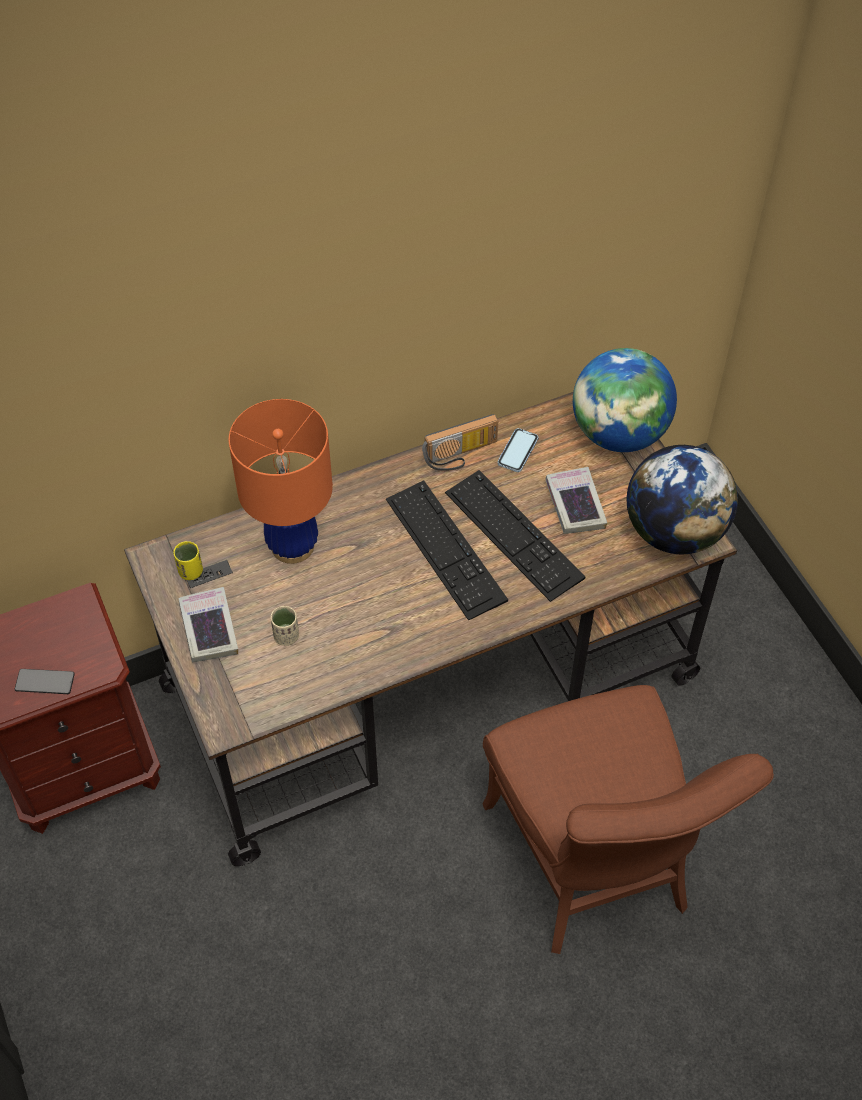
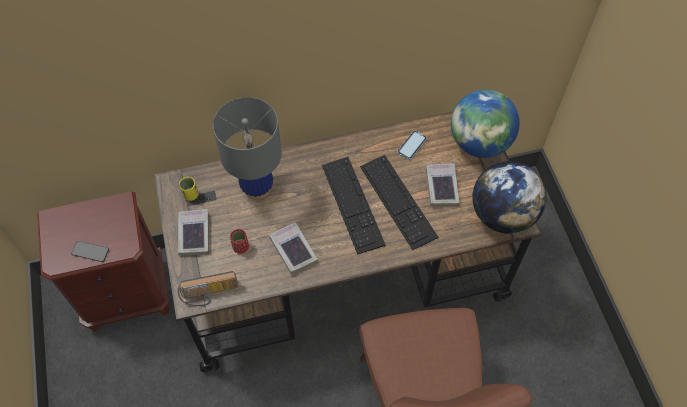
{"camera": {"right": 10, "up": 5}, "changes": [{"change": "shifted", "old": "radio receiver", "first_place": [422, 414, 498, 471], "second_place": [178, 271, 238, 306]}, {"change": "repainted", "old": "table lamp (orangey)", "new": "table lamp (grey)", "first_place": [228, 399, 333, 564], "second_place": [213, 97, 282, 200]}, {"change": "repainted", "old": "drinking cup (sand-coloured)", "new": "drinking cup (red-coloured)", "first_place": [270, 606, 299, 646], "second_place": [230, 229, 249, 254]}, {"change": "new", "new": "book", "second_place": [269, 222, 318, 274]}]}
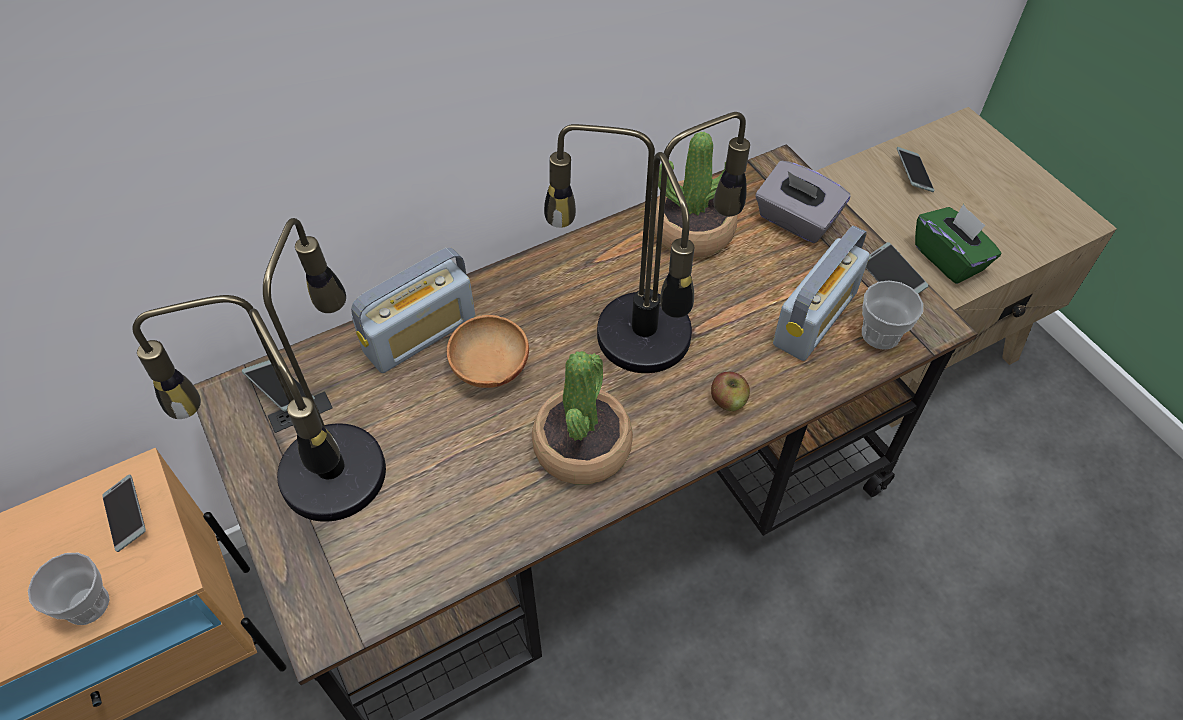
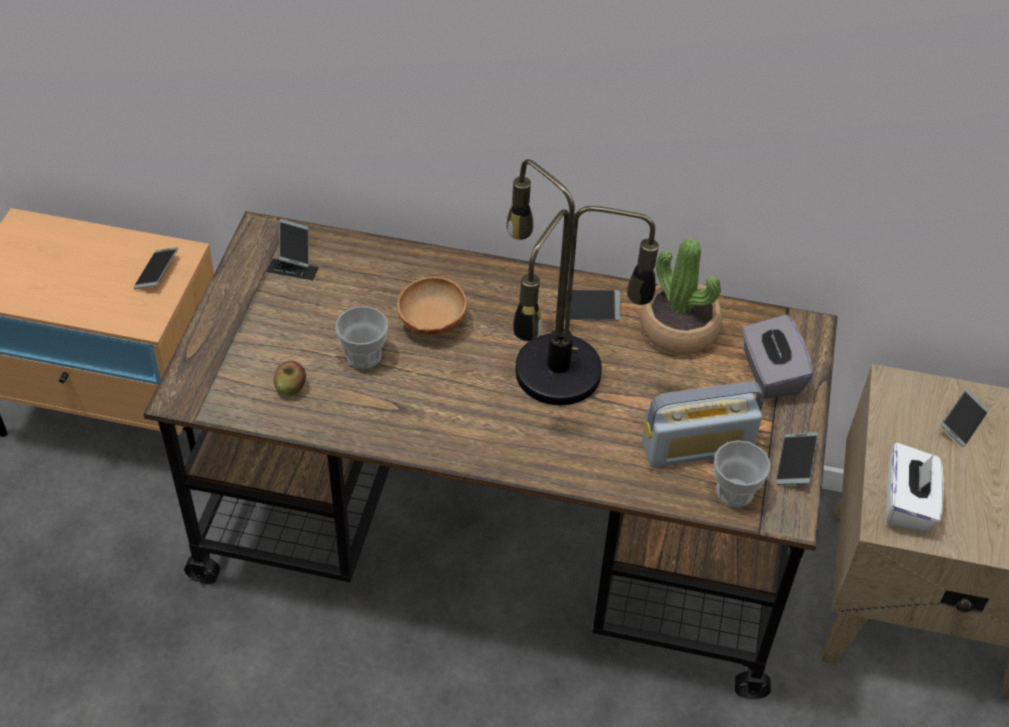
{"camera": {"right": 40, "up": -5}, "changes": [{"change": "shifted", "old": "apple fruit", "first_place": [711, 372, 750, 411], "second_place": [274, 361, 306, 396]}, {"change": "shifted", "old": "drinking cup", "first_place": [28, 553, 110, 625], "second_place": [336, 306, 388, 369]}, {"change": "new", "new": "phone", "second_place": [564, 289, 620, 320]}, {"change": "repainted", "old": "tissue holder (green)", "new": "tissue holder (whitish)", "first_place": [915, 204, 1001, 284], "second_place": [886, 443, 944, 531]}, {"change": "gone", "old": "table lamp", "first_place": [132, 218, 386, 522]}, {"change": "gone", "old": "radio receiver", "first_place": [351, 247, 475, 373]}, {"change": "gone", "old": "potted plant", "first_place": [532, 351, 633, 484]}]}
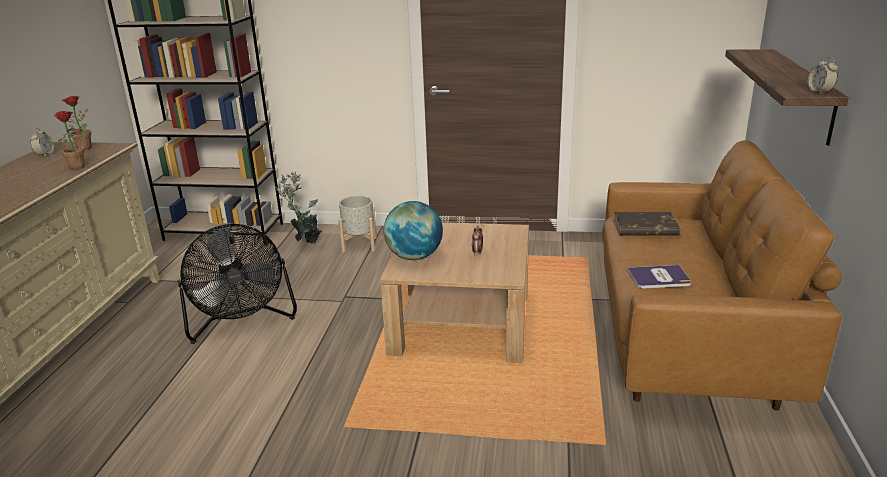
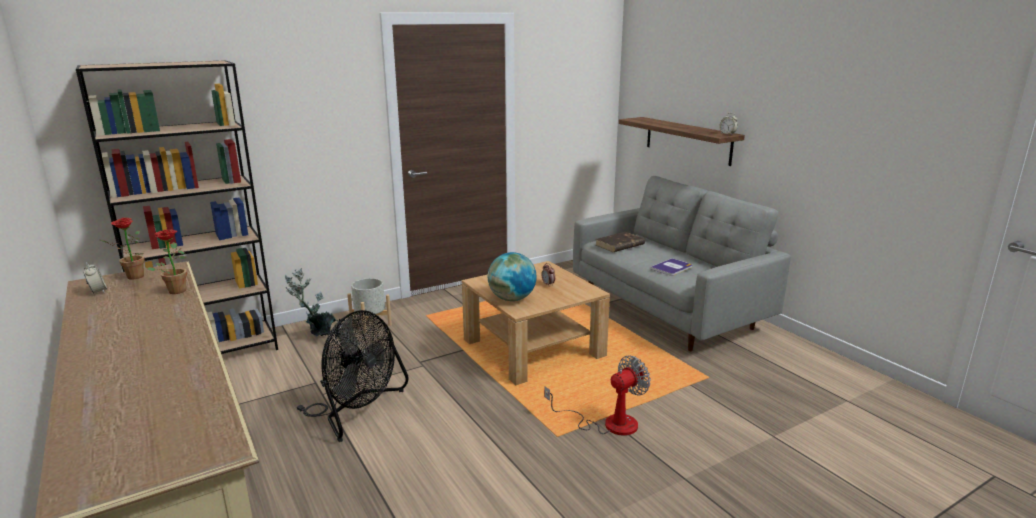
{"camera": {"right": -40, "up": -5}, "changes": [{"change": "new", "new": "fan", "second_place": [544, 355, 651, 436]}, {"change": "repainted", "old": "settee (brown)", "new": "settee (grey)", "first_place": [602, 140, 842, 411], "second_place": [573, 176, 791, 351]}]}
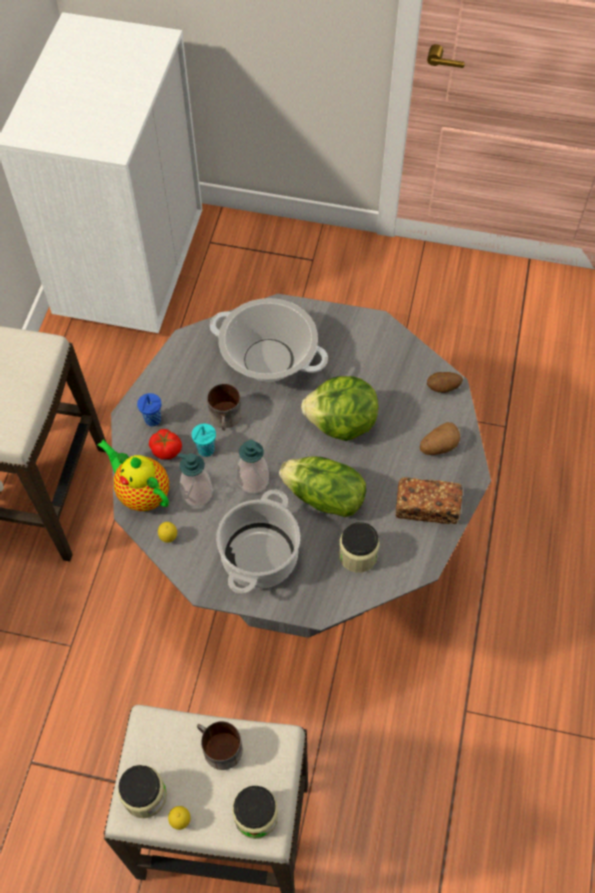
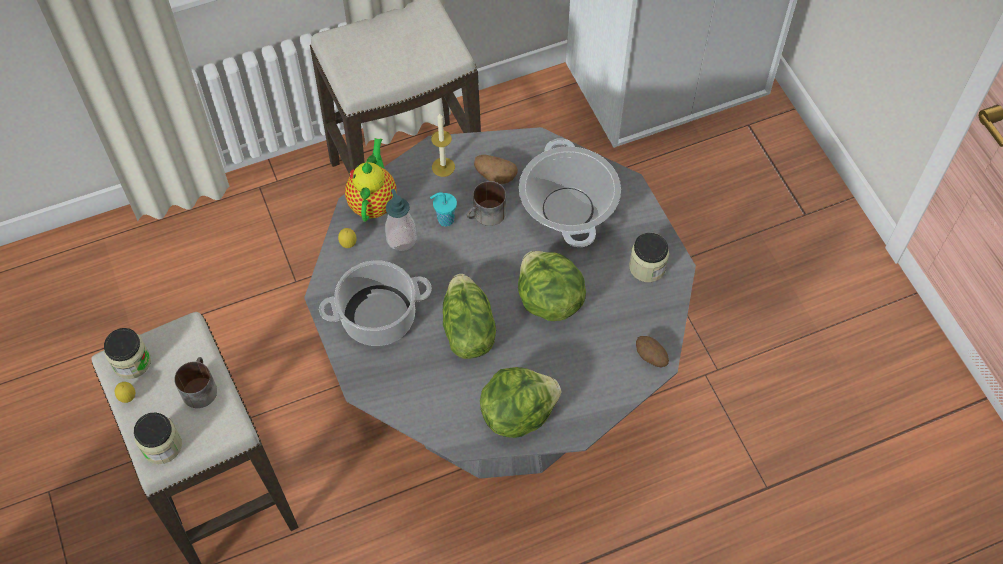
{"camera": {"right": 55, "up": 0}, "changes": [{"change": "swapped", "old": "drinking cup (bluish)", "new": "candle", "first_place": [137, 393, 161, 426], "second_place": [431, 114, 455, 177]}, {"change": "shifted", "old": "potato", "first_place": [420, 422, 460, 455], "second_place": [474, 154, 518, 184]}, {"change": "swapped", "old": "bread", "new": "lettuce head", "first_place": [396, 478, 463, 524], "second_place": [480, 367, 561, 438]}, {"change": "shifted", "old": "storage jar", "first_place": [339, 522, 379, 573], "second_place": [629, 233, 669, 282]}, {"change": "gone", "old": "whole tomato", "first_place": [149, 429, 182, 460]}, {"change": "gone", "old": "soap dispenser", "first_place": [237, 440, 269, 494]}]}
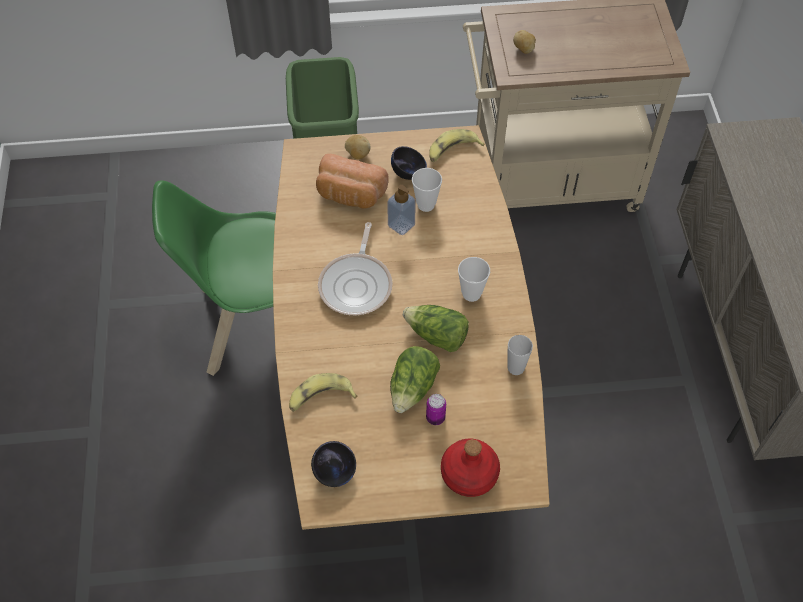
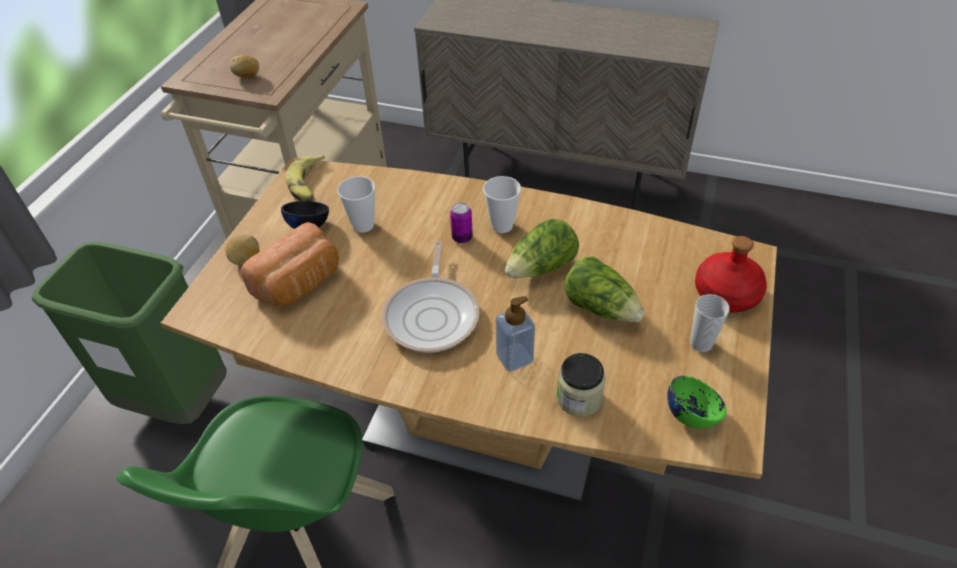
{"camera": {"right": -65, "up": -10}, "changes": [{"change": "rotated", "old": "skillet", "first_place": [318, 222, 392, 316], "second_place": [382, 241, 480, 353], "degrees": 60}, {"change": "shifted", "old": "sealed can", "first_place": [426, 394, 446, 425], "second_place": [450, 202, 473, 243]}, {"change": "shifted", "old": "soap dispenser", "first_place": [387, 185, 416, 235], "second_place": [496, 296, 535, 372]}, {"change": "swapped", "old": "banana fruit", "new": "storage jar", "first_place": [289, 373, 357, 412], "second_place": [557, 353, 605, 417]}, {"change": "repainted", "old": "serving bowl (black-coloured)", "new": "serving bowl (green)", "first_place": [311, 441, 356, 487], "second_place": [667, 376, 726, 429]}, {"change": "shifted", "old": "drinking cup", "first_place": [507, 335, 533, 375], "second_place": [690, 294, 730, 352]}]}
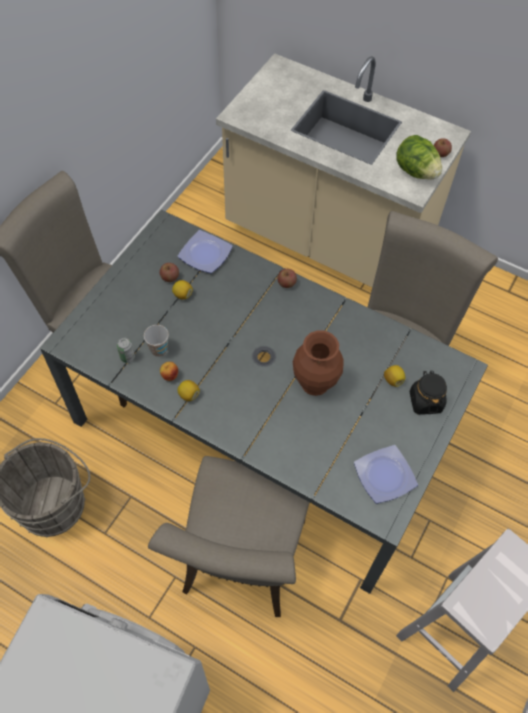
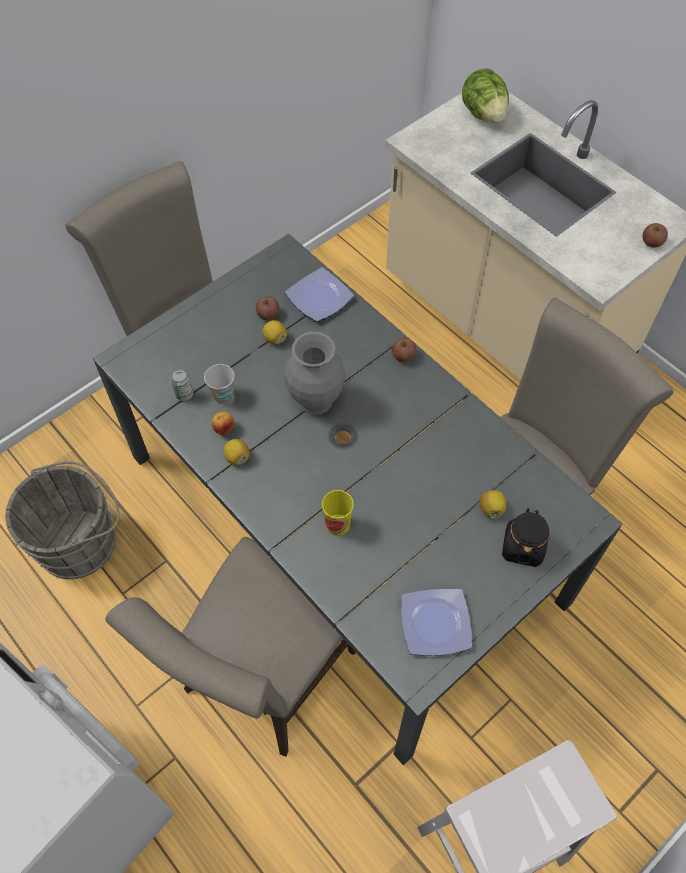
{"camera": {"right": 20, "up": 0}, "changes": [{"change": "new", "new": "decorative vase (grey)", "second_place": [285, 331, 346, 415]}, {"change": "new", "new": "drinking cup", "second_place": [322, 490, 354, 536]}, {"change": "shifted", "old": "lettuce head", "first_place": [396, 135, 442, 180], "second_place": [462, 68, 509, 123]}, {"change": "gone", "old": "decorative vase (brown)", "first_place": [293, 330, 344, 396]}]}
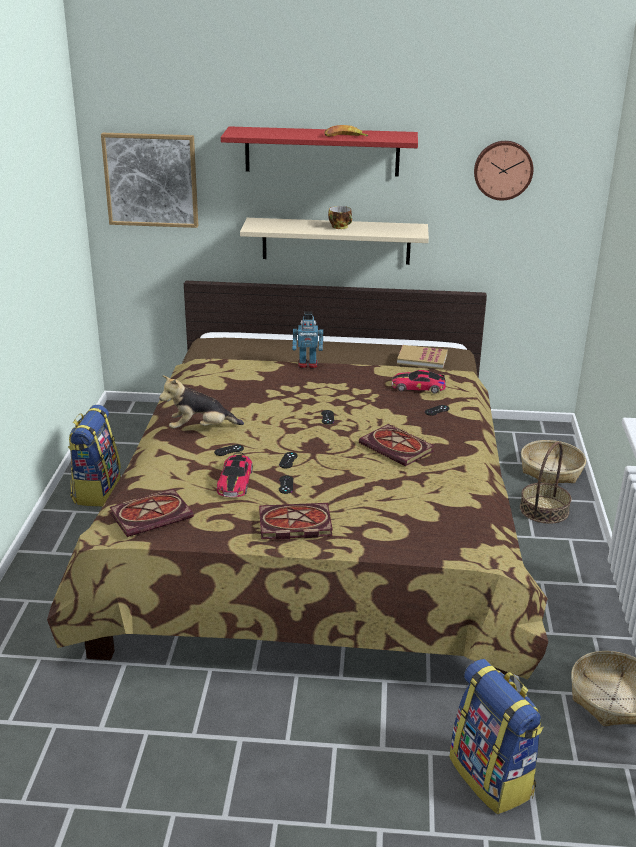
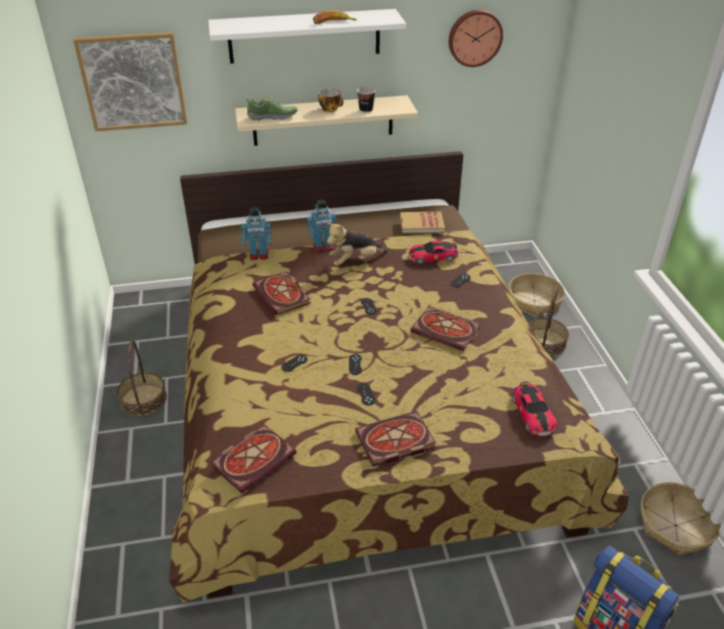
{"camera": {"right": -15, "up": 10}, "changes": [{"change": "swapped", "old": "backpack", "new": "household basket", "first_place": [68, 405, 121, 507], "second_place": [117, 340, 167, 416]}, {"change": "repainted", "old": "bracket shelf (red-coloured)", "new": "bracket shelf (whitish)", "first_place": [221, 126, 418, 176], "second_place": [208, 9, 406, 64]}, {"change": "new", "new": "model robot", "second_place": [241, 207, 271, 260]}, {"change": "new", "new": "item of footwear", "second_place": [246, 97, 297, 121]}, {"change": "new", "new": "book", "second_place": [253, 272, 311, 315]}, {"change": "shifted", "old": "soft toy", "first_place": [159, 376, 244, 429], "second_place": [327, 223, 387, 266]}, {"change": "new", "new": "drinking cup", "second_place": [357, 87, 376, 113]}, {"change": "shifted", "old": "miniature car", "first_place": [217, 452, 253, 497], "second_place": [512, 382, 557, 436]}]}
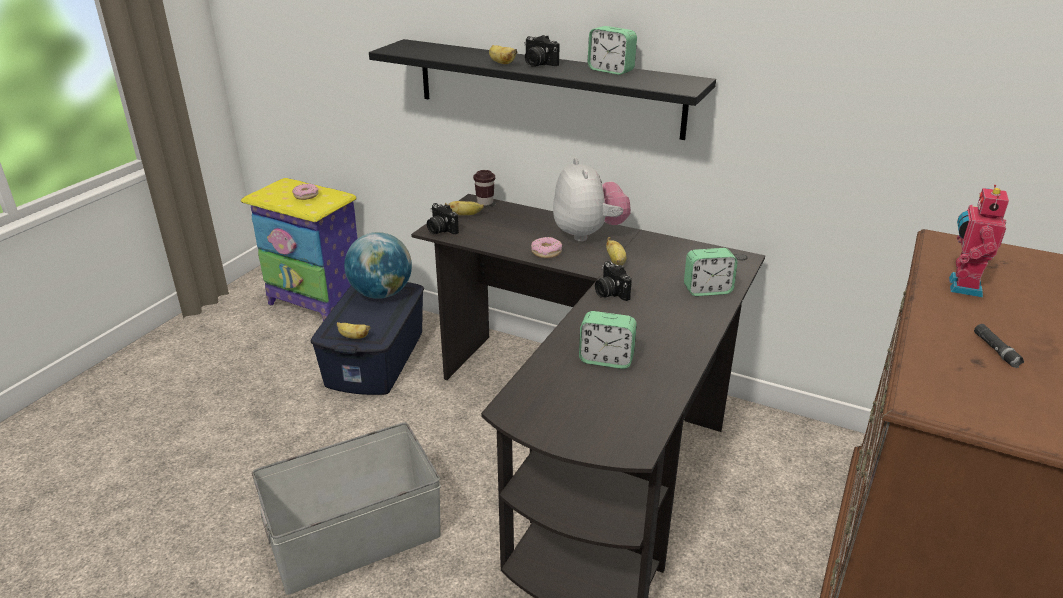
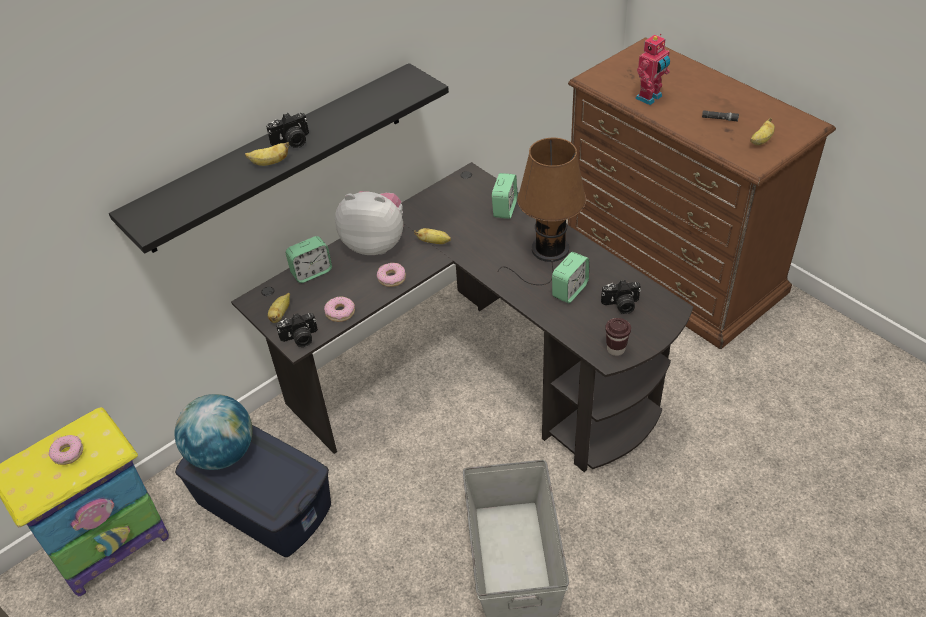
{"camera": {"right": -65, "up": 15}, "changes": [{"change": "shifted", "old": "bedside clock", "first_place": [588, 26, 637, 75], "second_place": [286, 236, 332, 283]}, {"change": "new", "new": "donut", "second_place": [324, 296, 355, 322]}, {"change": "new", "new": "table lamp (brown)", "second_place": [497, 138, 586, 285]}, {"change": "shifted", "old": "photo camera", "first_place": [595, 261, 632, 301], "second_place": [601, 280, 641, 314]}, {"change": "shifted", "old": "drinking cup (brown)", "first_place": [473, 170, 495, 206], "second_place": [605, 318, 631, 356]}, {"change": "rotated", "old": "model robot", "first_place": [949, 185, 1009, 297], "second_place": [635, 34, 670, 105], "degrees": -90}, {"change": "shifted", "old": "banana fruit", "first_place": [337, 322, 371, 339], "second_place": [750, 118, 775, 145]}]}
